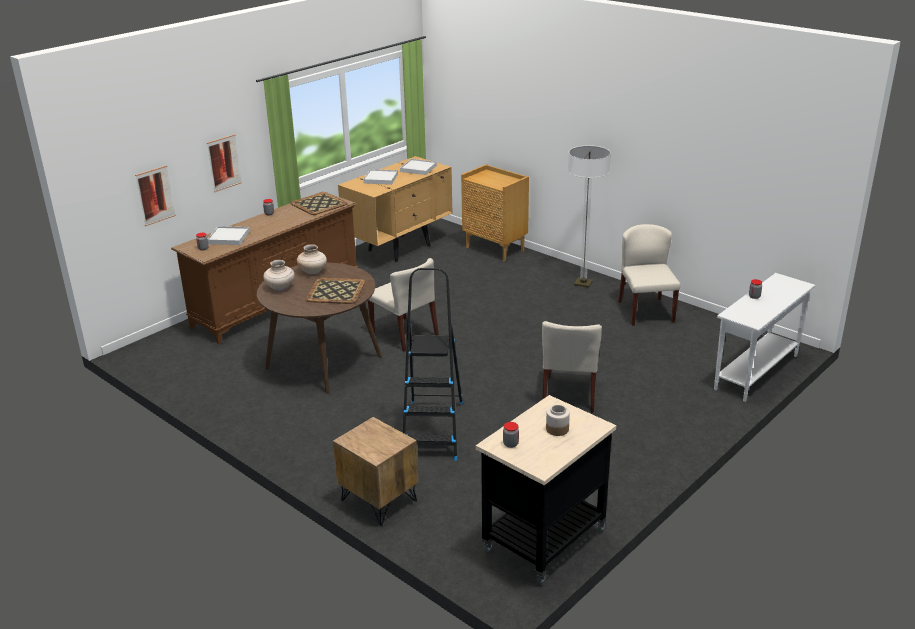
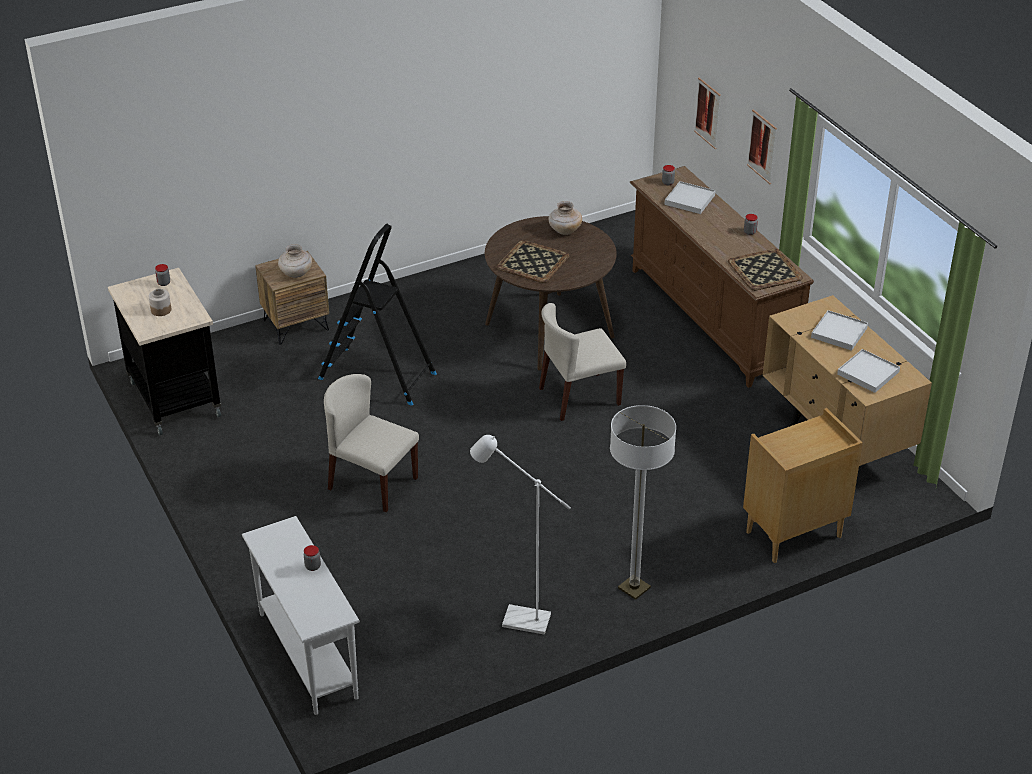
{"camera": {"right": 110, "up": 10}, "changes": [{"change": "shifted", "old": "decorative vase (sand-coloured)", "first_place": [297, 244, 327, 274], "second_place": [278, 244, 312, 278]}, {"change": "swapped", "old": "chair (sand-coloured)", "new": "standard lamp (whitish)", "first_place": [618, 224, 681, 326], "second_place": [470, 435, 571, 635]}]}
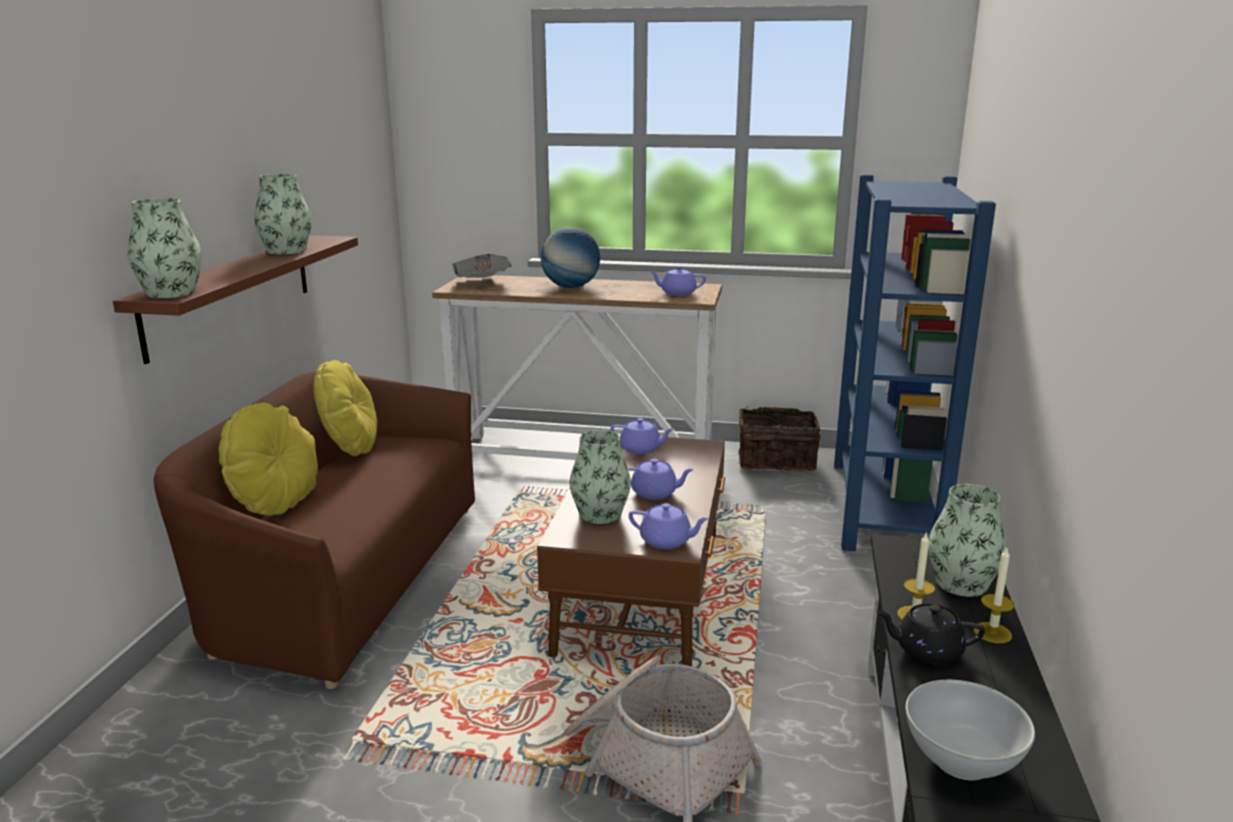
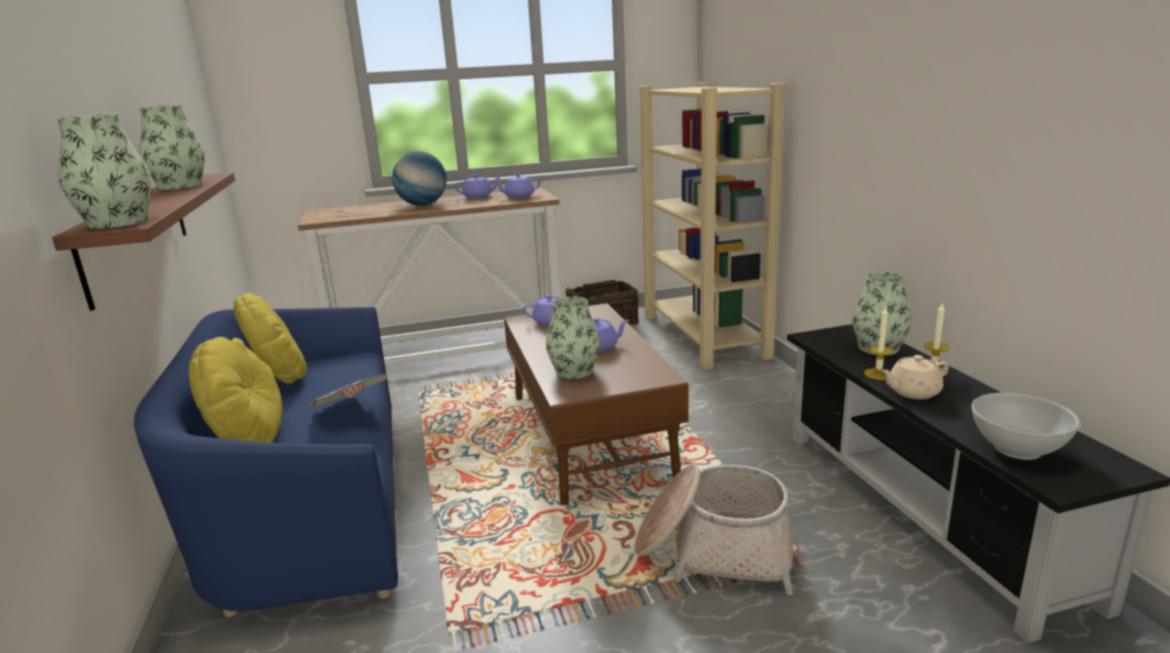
{"camera": {"right": -25, "up": 0}, "changes": [{"change": "repainted", "old": "settee (brown)", "new": "settee (bluish)", "first_place": [154, 371, 475, 689], "second_place": [134, 307, 398, 617]}, {"change": "shifted", "old": "daily paper", "first_place": [452, 254, 512, 278], "second_place": [310, 374, 388, 407]}, {"change": "shifted", "old": "teapot (purple)", "first_place": [629, 503, 709, 549], "second_place": [454, 174, 501, 199]}, {"change": "repainted", "old": "bookshelf (bluish)", "new": "bookshelf (sand-coloured)", "first_place": [834, 174, 996, 551], "second_place": [640, 82, 786, 370]}, {"change": "repainted", "old": "teapot (black-coloured)", "new": "teapot (sand-coloured)", "first_place": [876, 604, 985, 665], "second_place": [880, 355, 949, 399]}]}
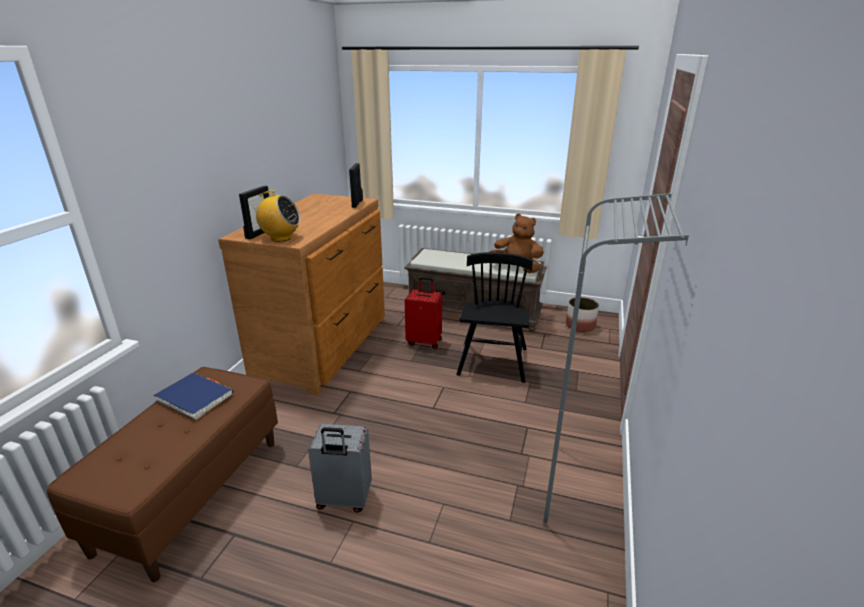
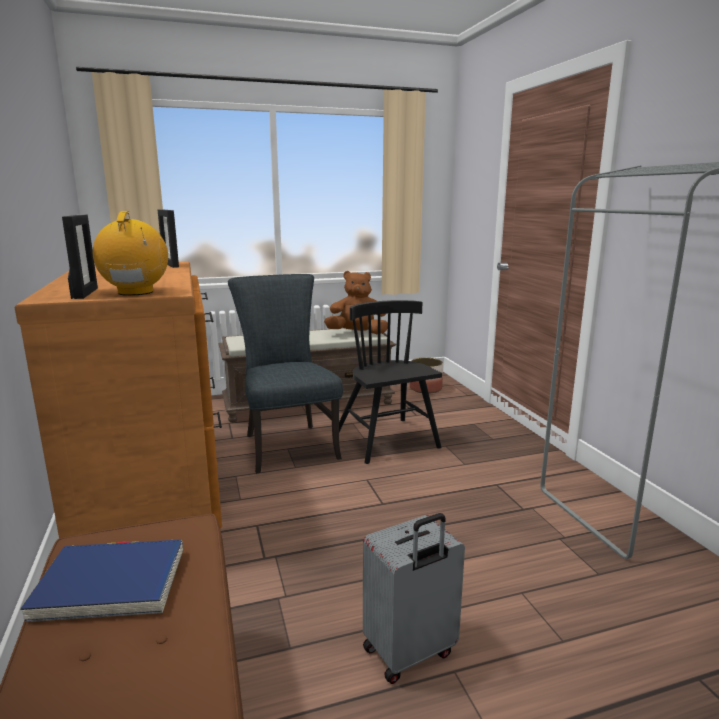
{"camera": {"right": -35, "up": -10}, "changes": [{"change": "rotated", "old": "radio receiver", "first_place": [250, 190, 300, 242], "second_place": [93, 211, 168, 296], "degrees": -75}, {"change": "swapped", "old": "travel case (red-coloured)", "new": "chair (grey)", "first_place": [405, 277, 442, 349], "second_place": [228, 274, 343, 474]}]}
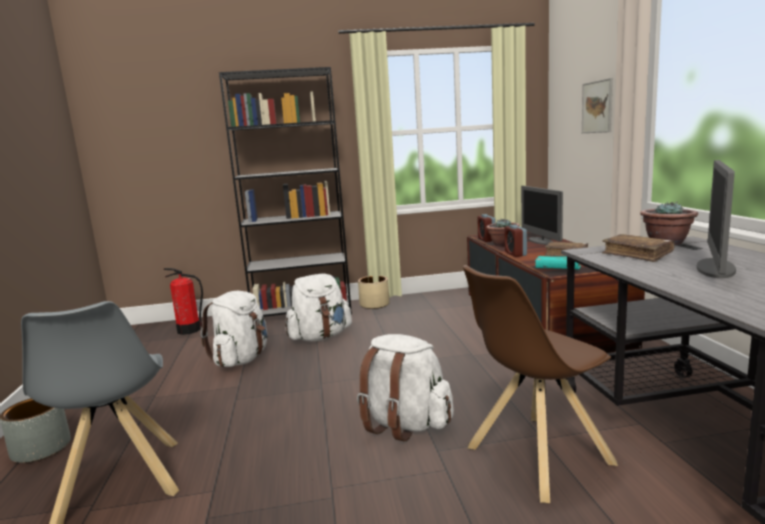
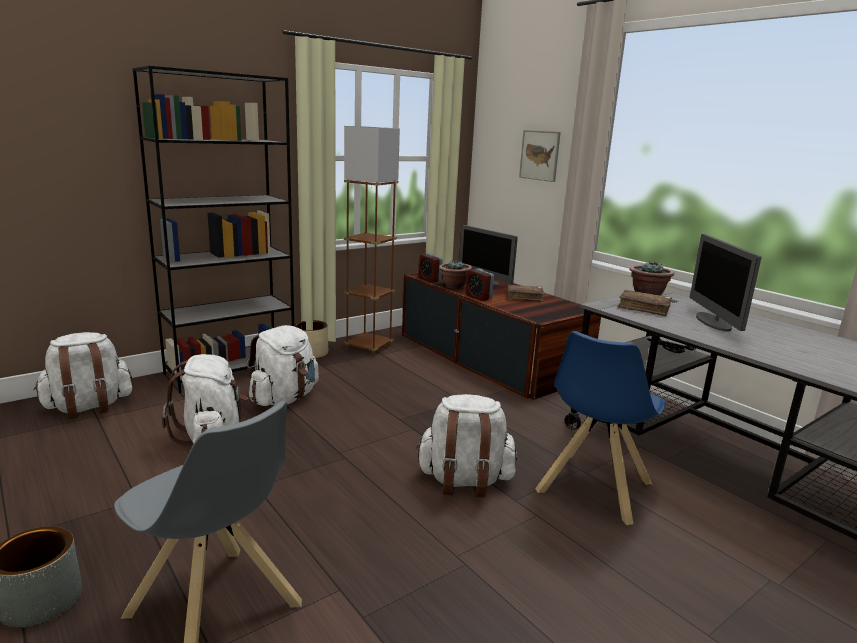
{"camera": {"right": -30, "up": 5}, "changes": [{"change": "swapped", "old": "fire-fighting cylinder", "new": "backpack (whitish)", "first_place": [163, 268, 203, 335], "second_place": [33, 332, 132, 419]}, {"change": "new", "new": "standard lamp (brown)", "second_place": [344, 126, 400, 356]}, {"change": "repainted", "old": "chair (brown)", "new": "chair (bluish)", "first_place": [463, 265, 618, 503], "second_place": [535, 331, 666, 525]}, {"change": "gone", "old": "book (blue-green)", "first_place": [535, 256, 581, 269]}]}
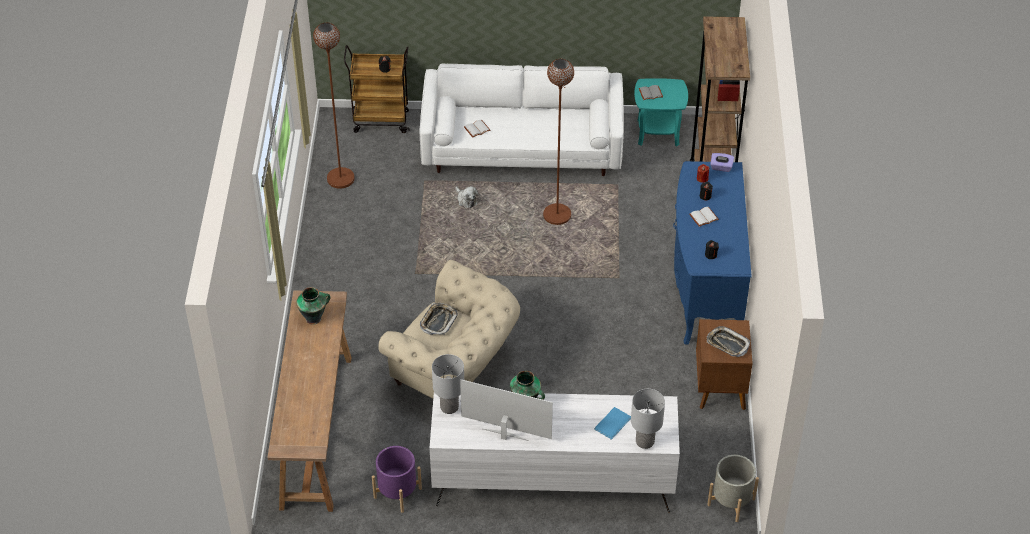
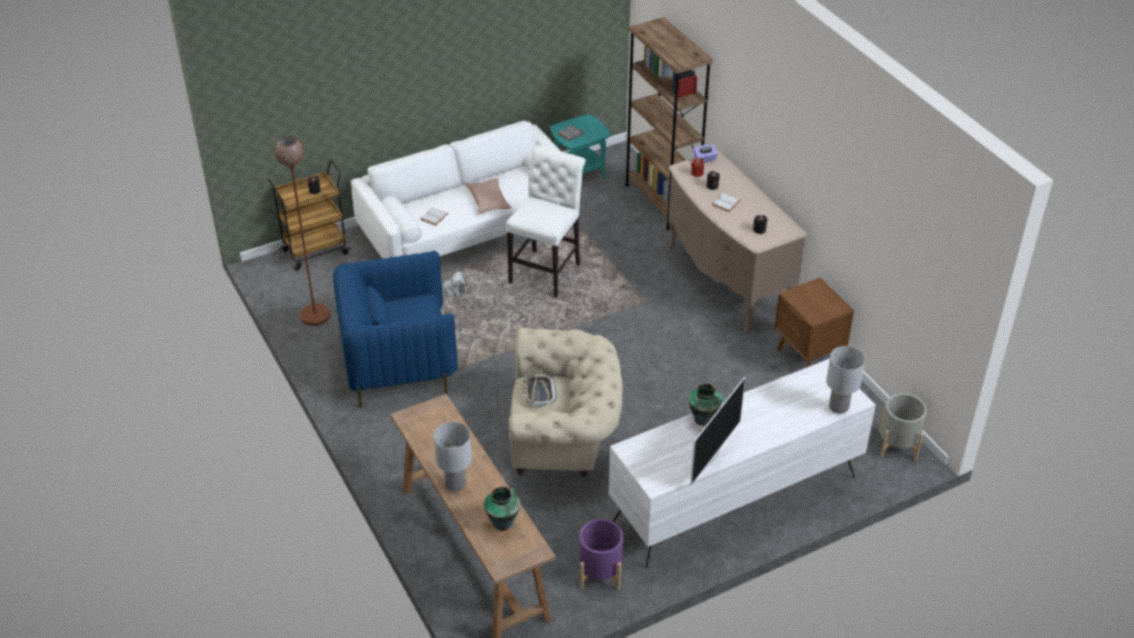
{"camera": {"right": -30, "up": -5}, "changes": [{"change": "new", "new": "easy chair (bluish)", "second_place": [333, 251, 458, 408]}, {"change": "shifted", "old": "table lamp (grey)", "first_place": [432, 354, 464, 414], "second_place": [434, 422, 472, 492]}, {"change": "new", "new": "throw pillow (sand-coloured)", "second_place": [465, 178, 511, 214]}, {"change": "shifted", "old": "decorative vase", "first_place": [296, 287, 331, 325], "second_place": [484, 486, 520, 532]}, {"change": "swapped", "old": "standard lamp (brown)", "new": "stool seat (whitish)", "first_place": [543, 59, 574, 225], "second_place": [506, 145, 586, 298]}, {"change": "repainted", "old": "chest of drawers (bluish)", "new": "chest of drawers (sand-coloured)", "first_place": [673, 161, 751, 344], "second_place": [667, 150, 808, 333]}, {"change": "rotated", "old": "television", "first_place": [460, 379, 553, 441], "second_place": [690, 377, 746, 486], "degrees": 135}, {"change": "gone", "old": "book (bluish)", "first_place": [594, 407, 631, 440]}, {"change": "gone", "old": "serving tray", "first_place": [707, 326, 750, 357]}]}
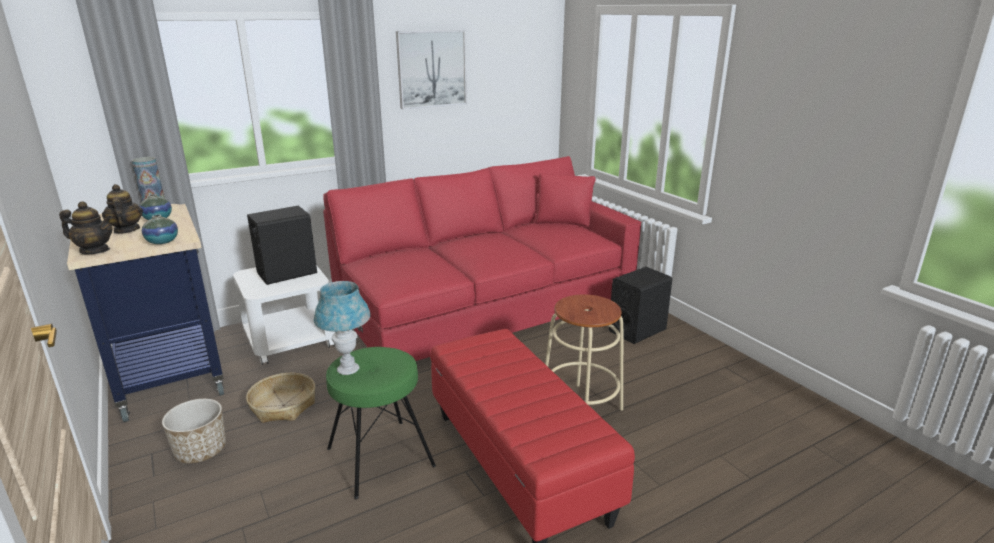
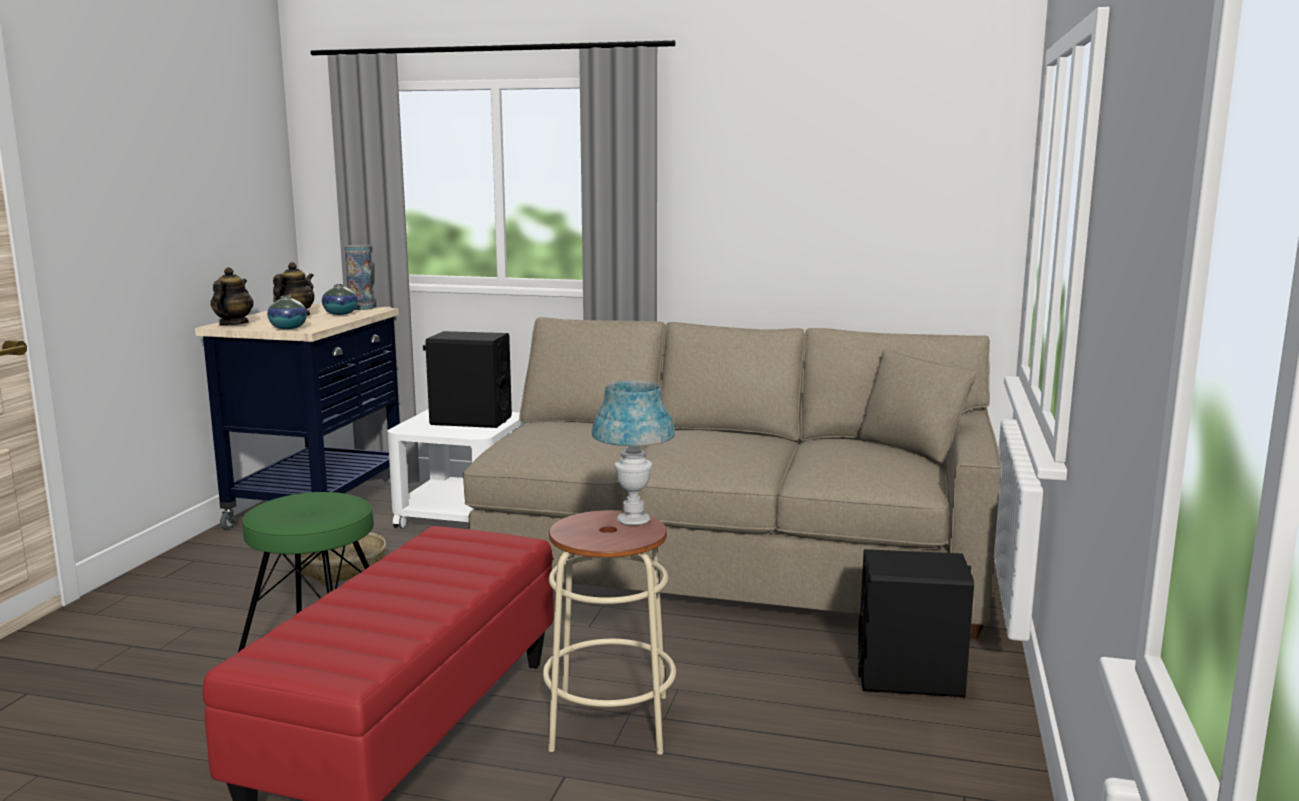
{"camera": {"right": 45, "up": -10}, "changes": [{"change": "rotated", "old": "teapot", "first_place": [59, 201, 112, 254], "second_place": [210, 267, 254, 326], "degrees": -135}, {"change": "repainted", "old": "settee (red-coloured)", "new": "settee (sand-coloured)", "first_place": [323, 156, 642, 361], "second_place": [463, 317, 1002, 639]}, {"change": "shifted", "old": "table lamp (bluish)", "first_place": [314, 281, 371, 375], "second_place": [592, 381, 675, 525]}, {"change": "gone", "old": "planter", "first_place": [162, 399, 226, 463]}, {"change": "gone", "old": "picture", "first_place": [396, 30, 467, 110]}]}
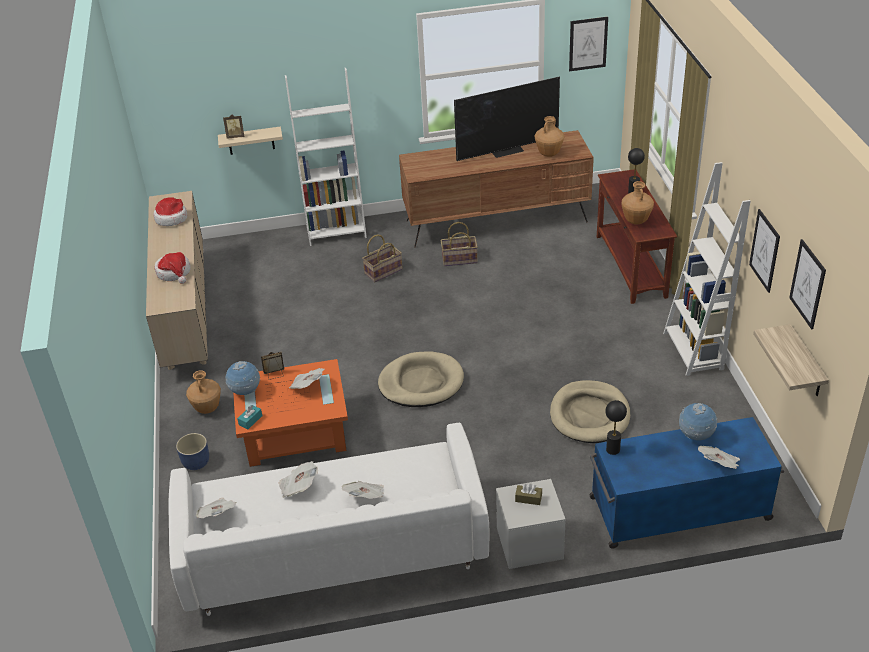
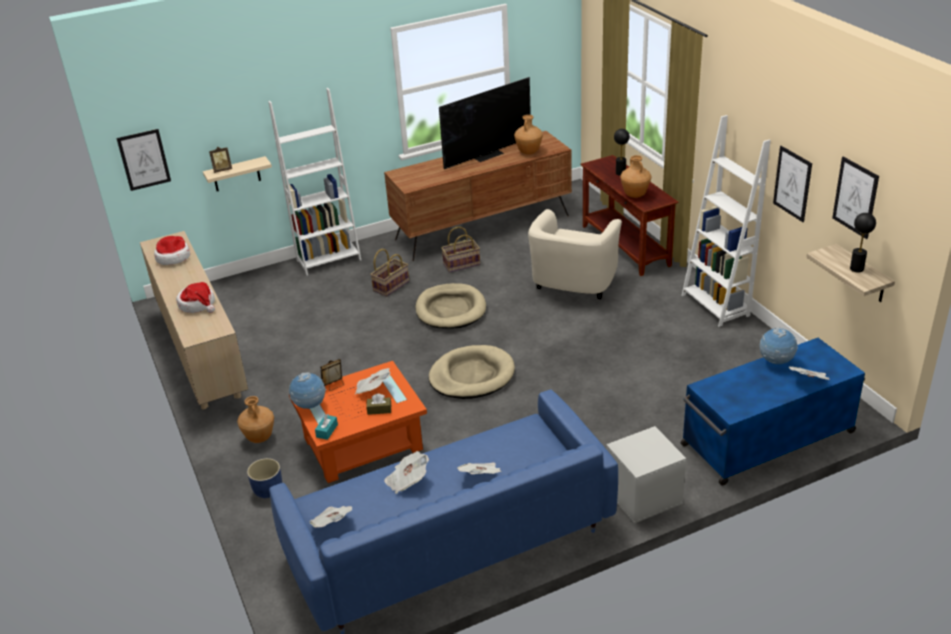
{"camera": {"right": -15, "up": -5}, "changes": [{"change": "shifted", "old": "picture", "first_place": [569, 17, 608, 71], "second_place": [117, 129, 171, 191]}, {"change": "repainted", "old": "settee (whitish)", "new": "settee (bluish)", "first_place": [168, 423, 489, 616], "second_place": [269, 390, 618, 634]}, {"change": "shifted", "old": "tissue holder (brown)", "first_place": [515, 483, 542, 505], "second_place": [366, 393, 391, 415]}, {"change": "shifted", "old": "dog bed (sand-coloured)", "first_place": [550, 380, 630, 443], "second_place": [415, 283, 486, 329]}, {"change": "new", "new": "easy chair (sand-coloured)", "second_place": [528, 209, 622, 299]}, {"change": "shifted", "old": "table lamp (black-coloured)", "first_place": [605, 400, 627, 455], "second_place": [850, 213, 876, 273]}]}
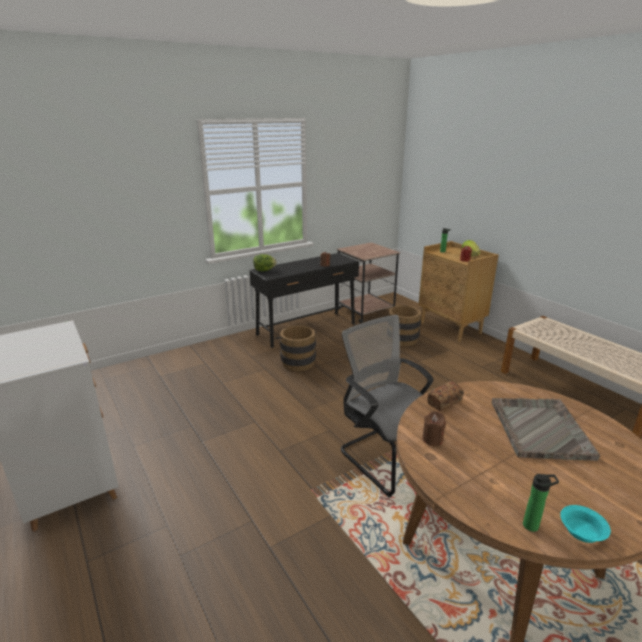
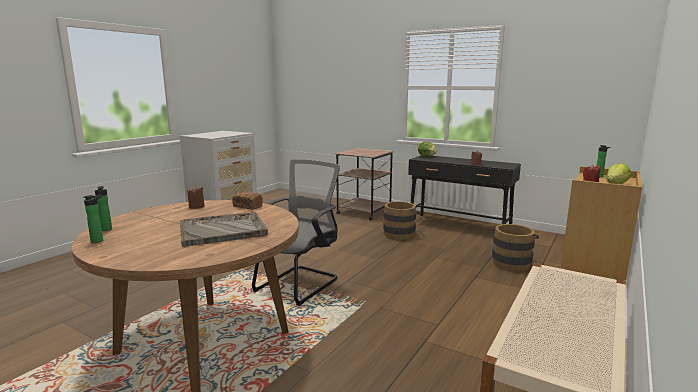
{"camera": {"right": 65, "up": -10}, "changes": [{"change": "swapped", "old": "serving bowl (blue-green)", "new": "beverage bottle", "first_place": [560, 505, 611, 543], "second_place": [84, 195, 103, 243]}, {"change": "shifted", "old": "trolley (brown)", "first_place": [337, 242, 400, 323], "second_place": [335, 148, 394, 221]}]}
